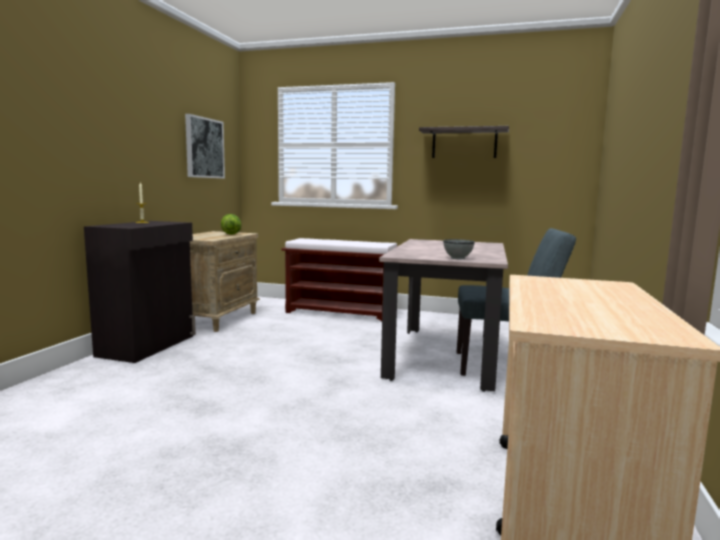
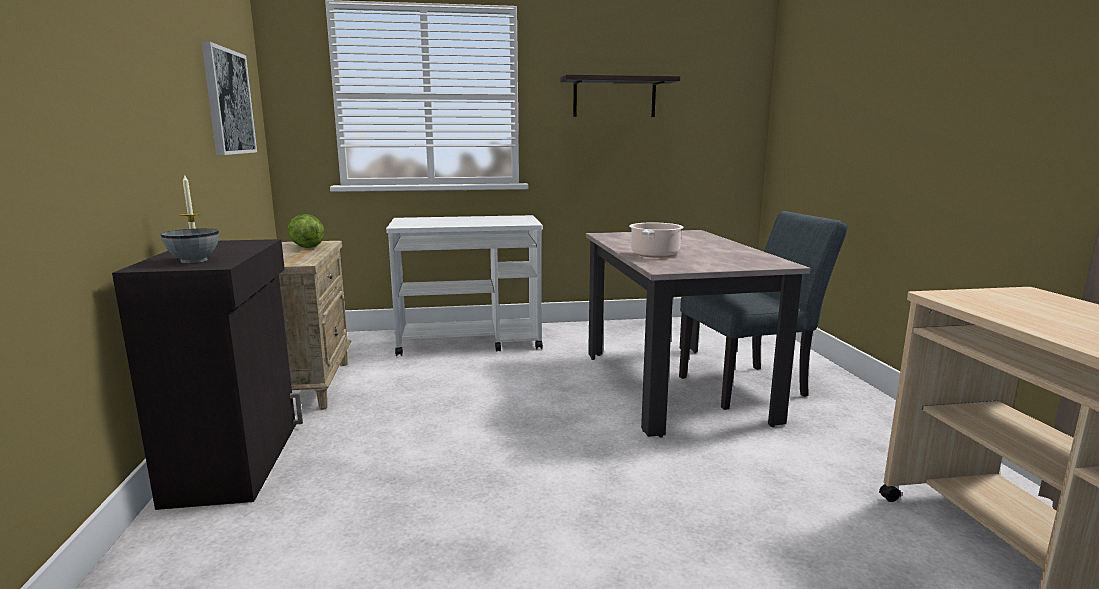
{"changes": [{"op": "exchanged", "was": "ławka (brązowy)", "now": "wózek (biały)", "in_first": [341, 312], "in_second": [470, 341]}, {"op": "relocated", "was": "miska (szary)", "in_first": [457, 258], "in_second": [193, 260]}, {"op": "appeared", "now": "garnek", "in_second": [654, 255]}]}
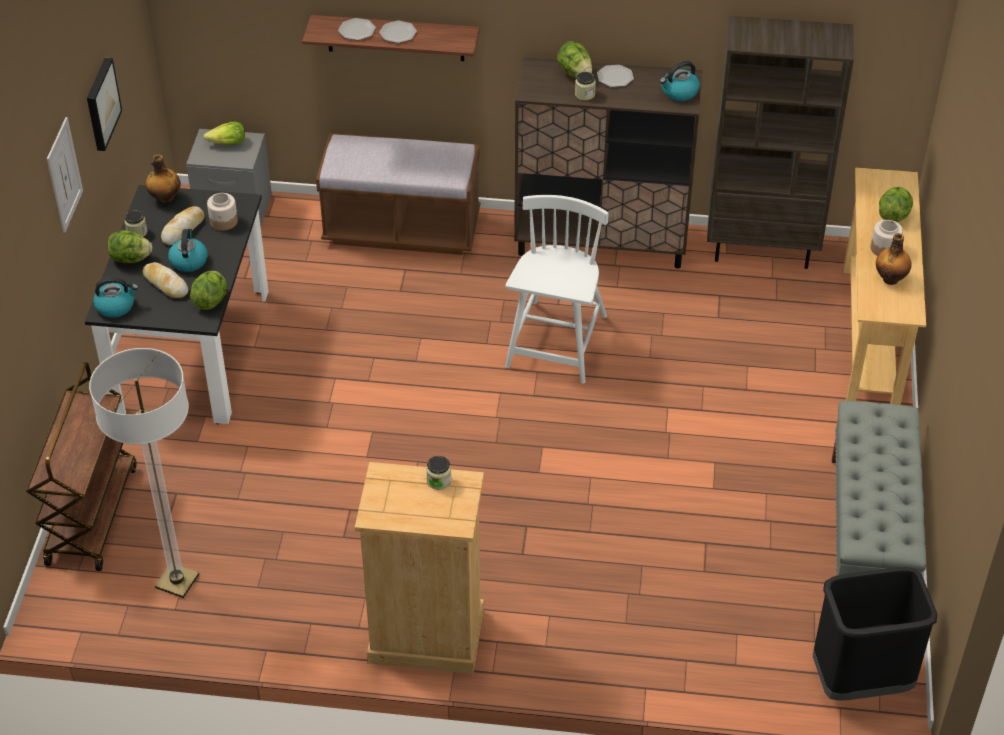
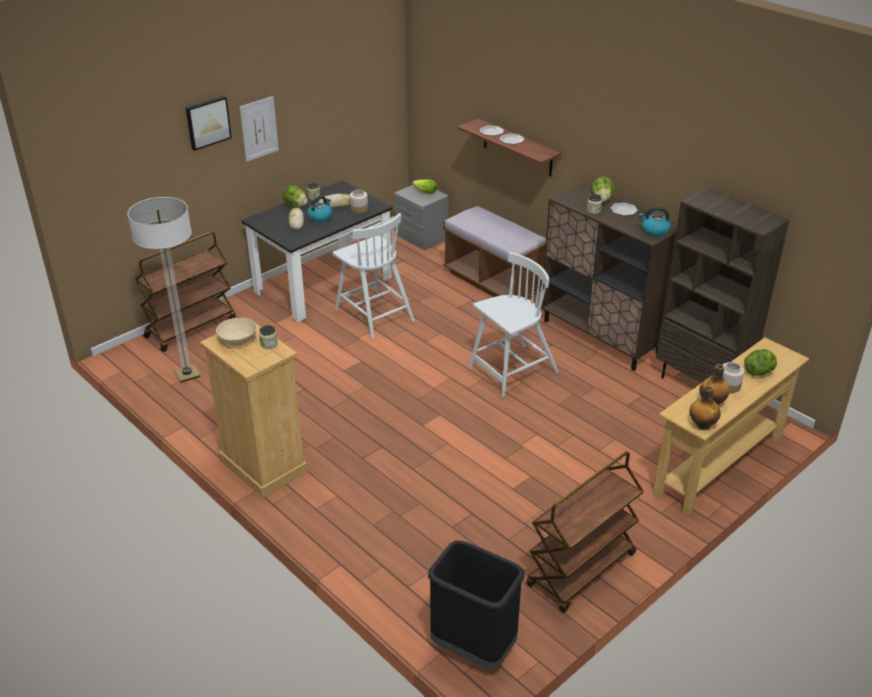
{"changes": [{"op": "relocated", "was": "obraz", "in_first": [101, 104], "in_second": [207, 122]}, {"op": "missing", "was": "czajnik", "in_first": [116, 306]}, {"op": "relocated", "was": "butelka", "in_first": [165, 198], "in_second": [702, 425]}, {"op": "missing", "was": "sałata", "in_first": [211, 300]}, {"op": "exchanged", "was": "ławka (szary)", "now": "wózek (brązowy)", "in_first": [868, 536], "in_second": [581, 571]}, {"op": "appeared", "now": "miska (beżowy)", "in_second": [238, 340]}, {"op": "appeared", "now": "krzesło (biały)", "in_second": [373, 314]}]}
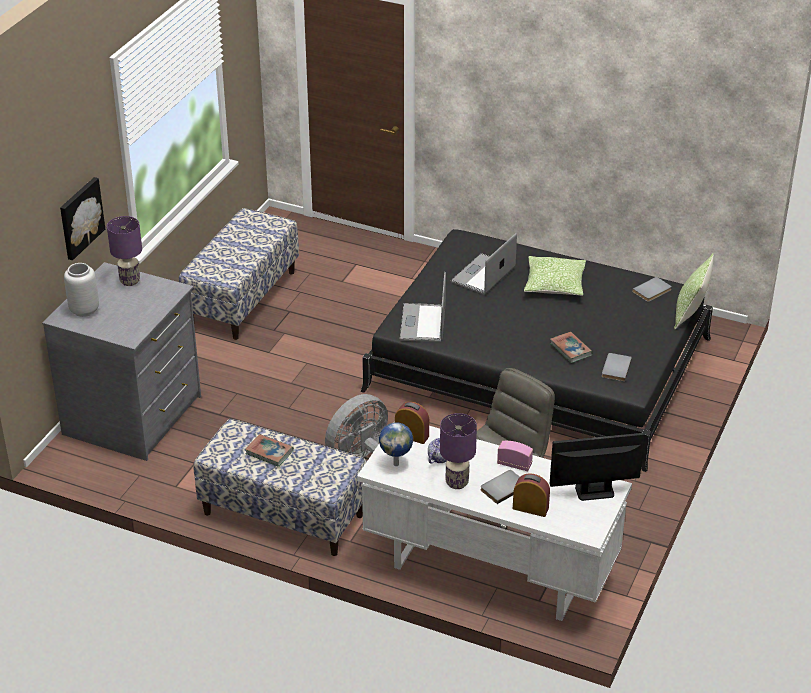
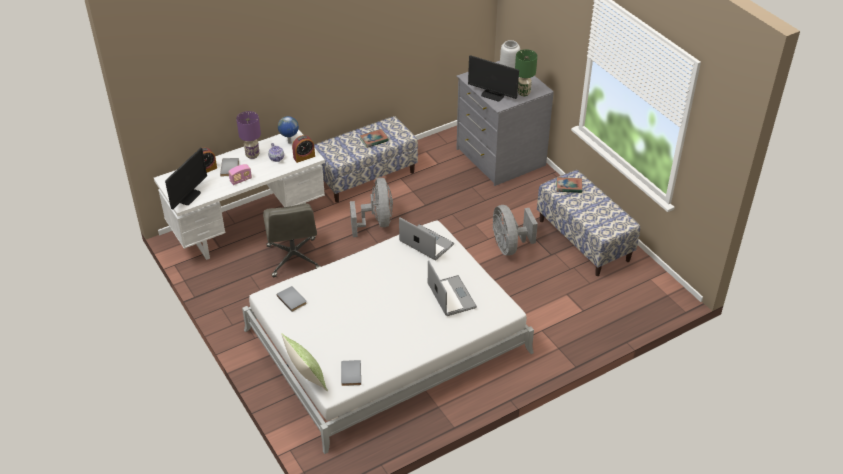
{"changes": [{"op": "missing", "was": "obraz", "in_first": [80, 217]}, {"op": "colour", "was": "lampa stołowa (fioletowy)", "now": "lampa stołowa (zielony)", "in_first": [130, 281], "in_second": [523, 93]}, {"op": "colour", "was": "łóżko (czarny)", "now": "łóżko (biały)", "in_first": [538, 364], "in_second": [387, 341]}, {"op": "missing", "was": "poduszka", "in_first": [554, 284]}, {"op": "relocated", "was": "książka", "in_first": [571, 349], "in_second": [569, 186]}, {"op": "appeared", "now": "monitor", "in_second": [492, 95]}, {"op": "appeared", "now": "wentylator (szary)", "in_second": [509, 246]}]}
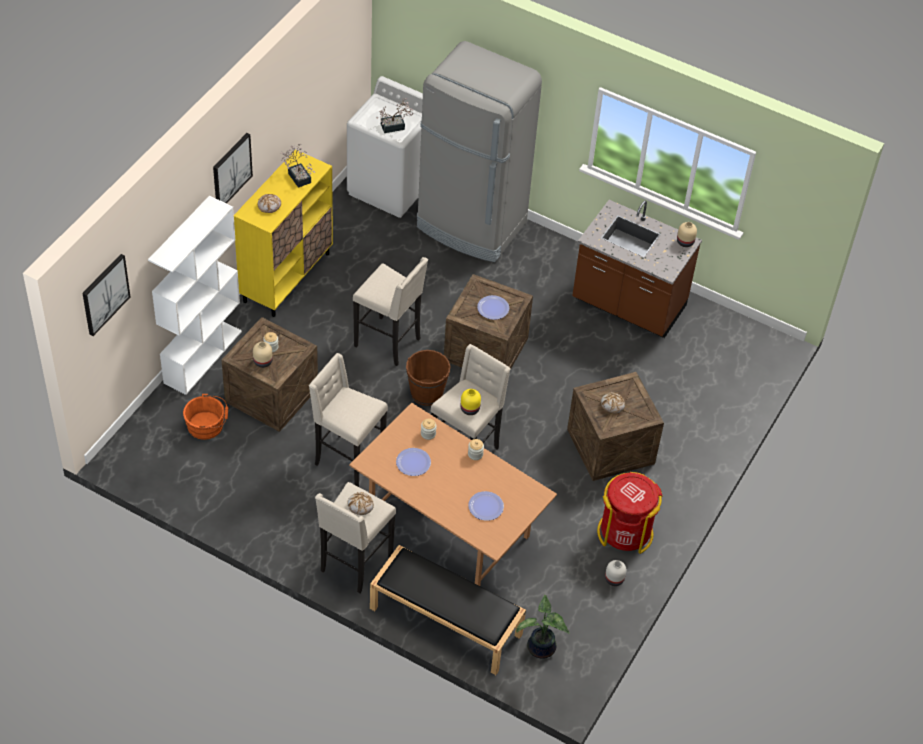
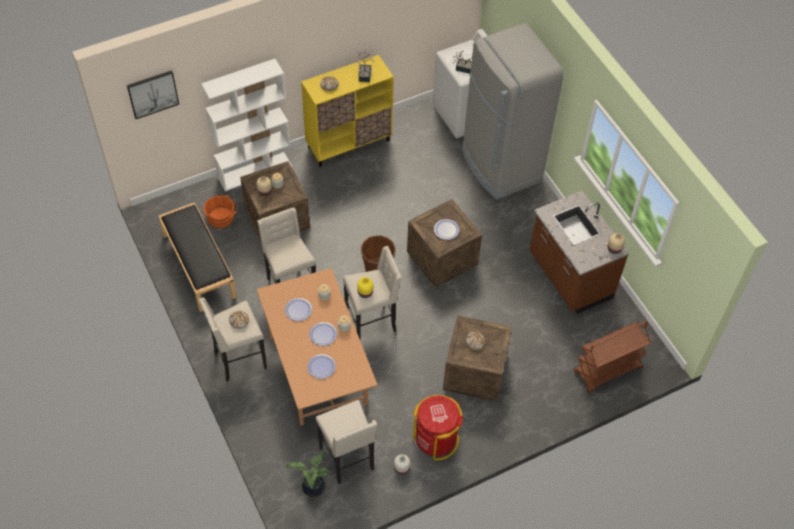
{"changes": [{"op": "missing", "was": "obraz", "in_first": [231, 170]}, {"op": "relocated", "was": "stołek (beżowy)", "in_first": [389, 342], "in_second": [348, 459]}, {"op": "relocated", "was": "ławka (czarny)", "in_first": [444, 621], "in_second": [198, 265]}, {"op": "appeared", "now": "talerz", "in_second": [323, 334]}, {"op": "appeared", "now": "wózek (brązowy)", "in_second": [607, 371]}]}
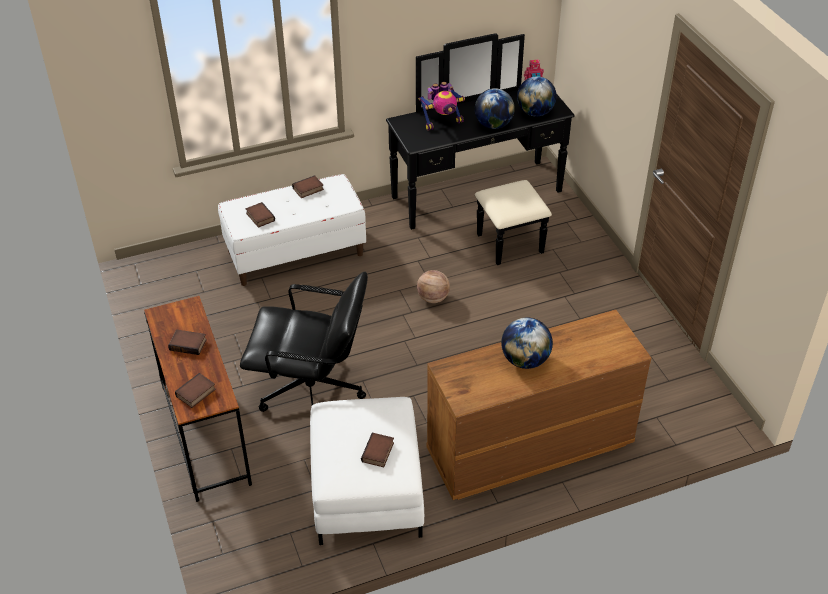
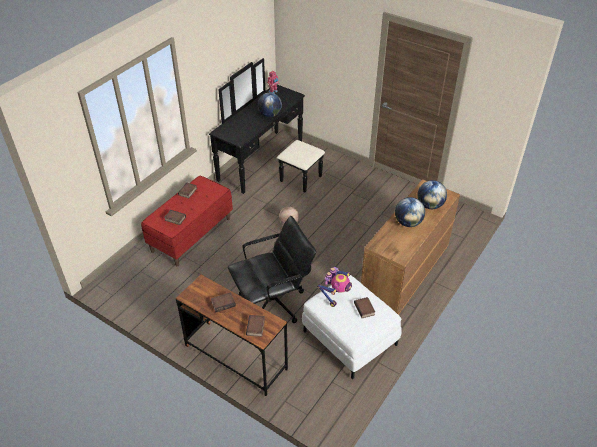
{"changes": [{"op": "colour", "was": "ławka (biały)", "now": "ławka (czerwony)", "in_first": [295, 253], "in_second": [191, 234]}, {"op": "relocated", "was": "robot zabawkowy", "in_first": [442, 122], "in_second": [336, 295]}, {"op": "relocated", "was": "globus", "in_first": [535, 113], "in_second": [430, 205]}]}
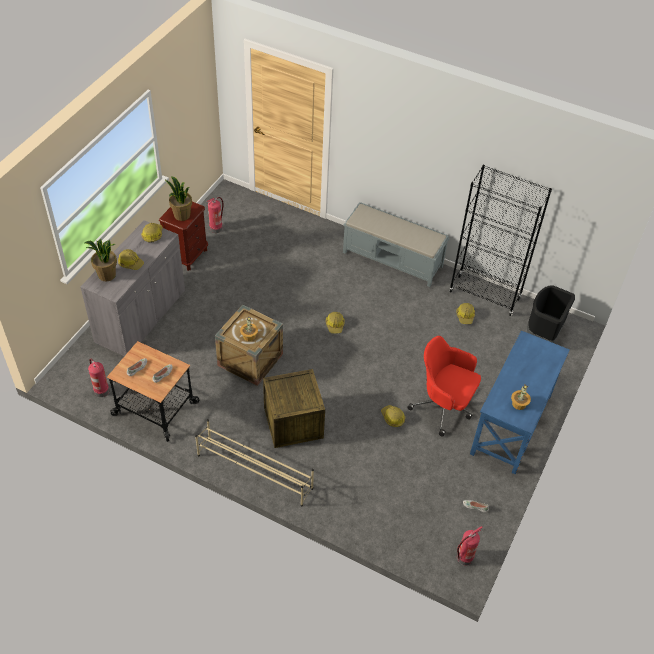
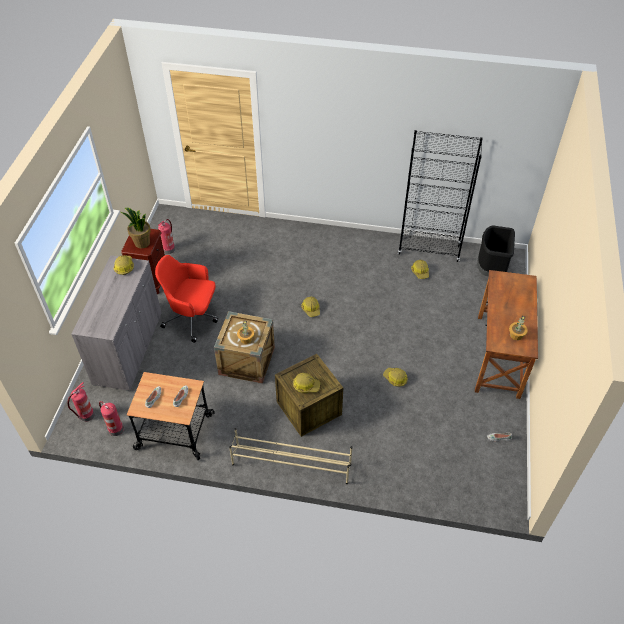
{"changes": [{"op": "missing", "was": "roślina doniczkowa", "in_first": [107, 275]}, {"op": "relocated", "was": "kask", "in_first": [130, 263], "in_second": [306, 385]}, {"op": "missing", "was": "ławka (szary)", "in_first": [393, 259]}, {"op": "relocated", "was": "krzesło biurowe (czerwony)", "in_first": [443, 406], "in_second": [192, 318]}, {"op": "relocated", "was": "gaśnica", "in_first": [464, 558], "in_second": [86, 416]}, {"op": "colour", "was": "biurko (niebieski)", "now": "biurko (brązowy)", "in_first": [511, 424], "in_second": [498, 356]}]}
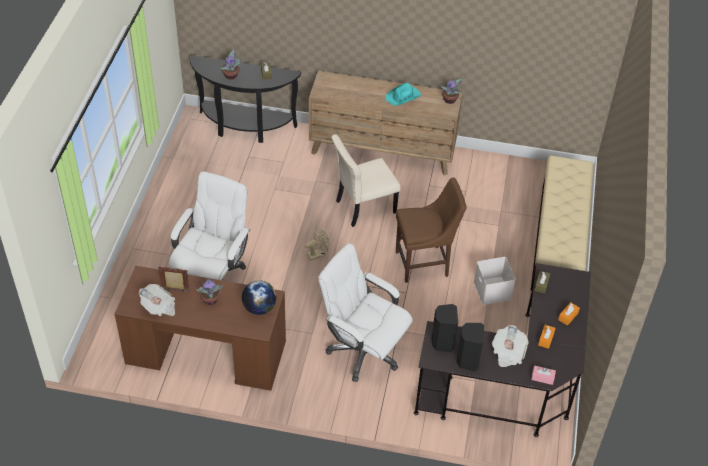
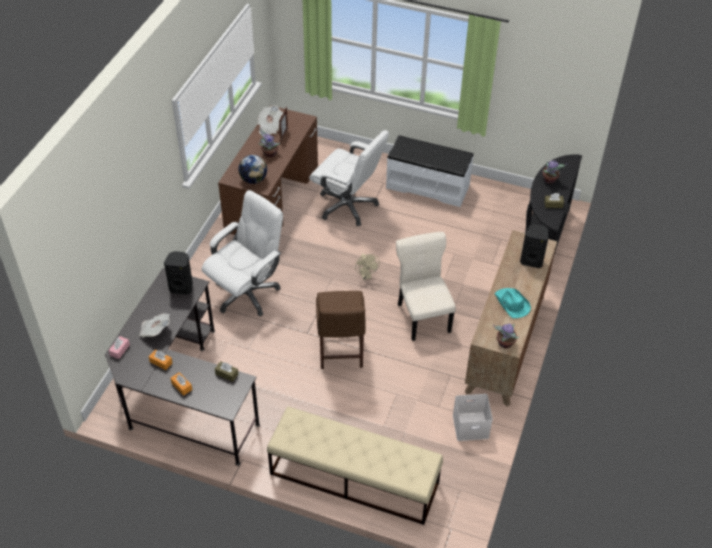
{"changes": [{"op": "relocated", "was": "głośnik (czarny)", "in_first": [467, 360], "in_second": [532, 260]}, {"op": "relocated", "was": "pojemnik do przechowywania (biały)", "in_first": [493, 290], "in_second": [470, 427]}, {"op": "appeared", "now": "ławka (biały)", "in_second": [428, 186]}]}
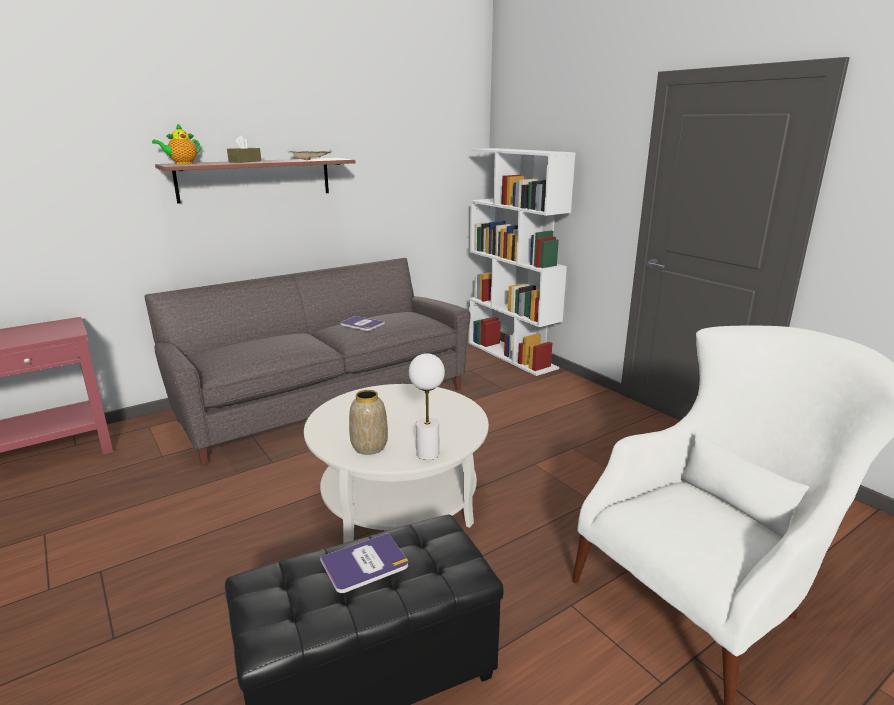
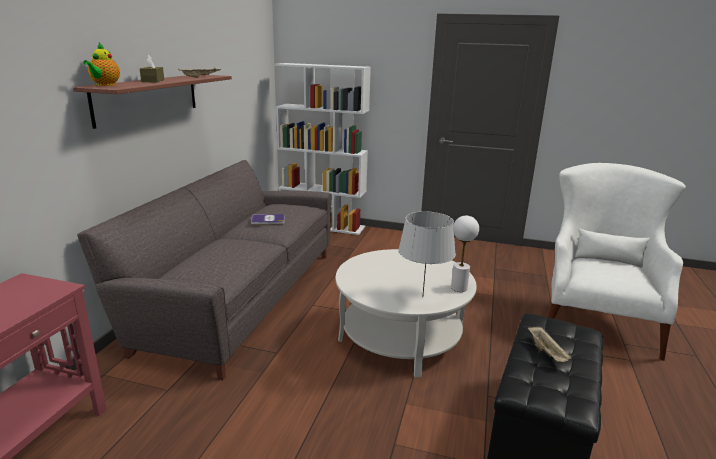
{"changes": [{"op": "exchanged", "was": "książka", "now": "taca (beżowy)", "in_first": [365, 564], "in_second": [547, 352]}, {"op": "exchanged", "was": "wazon", "now": "lampa stołowa (szary)", "in_first": [369, 447], "in_second": [422, 297]}]}
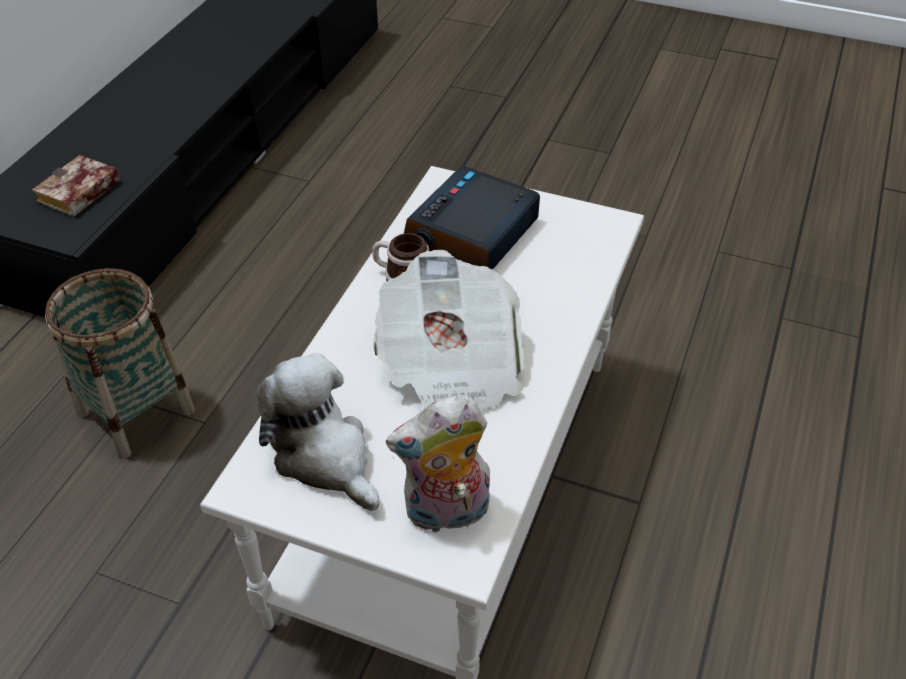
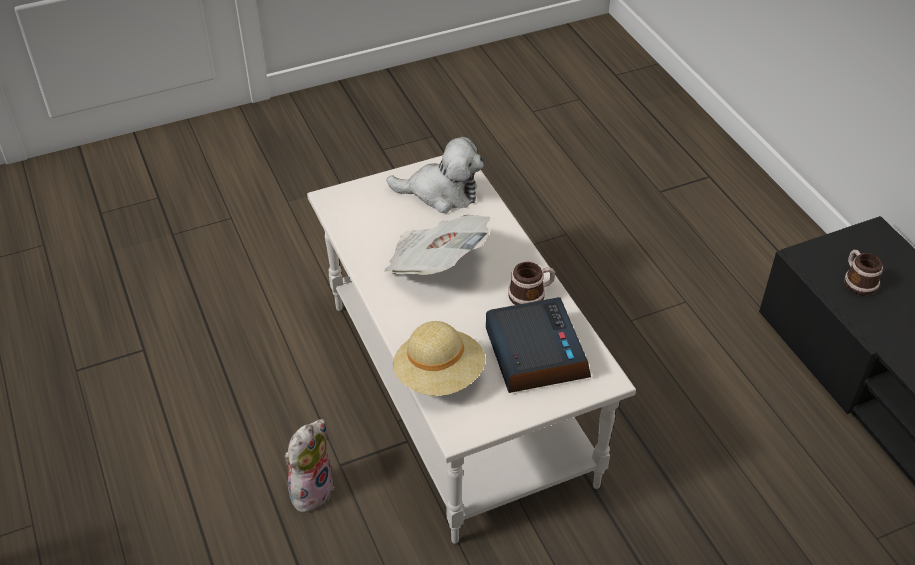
{"changes": [{"op": "exchanged", "was": "książka", "now": "kubek", "in_first": [79, 194], "in_second": [857, 281]}, {"op": "missing", "was": "koszyk", "in_first": [136, 412]}, {"op": "relocated", "was": "pluszak", "in_first": [446, 514], "in_second": [310, 489]}, {"op": "appeared", "now": "kapelusz (beżowy)", "in_second": [439, 376]}]}
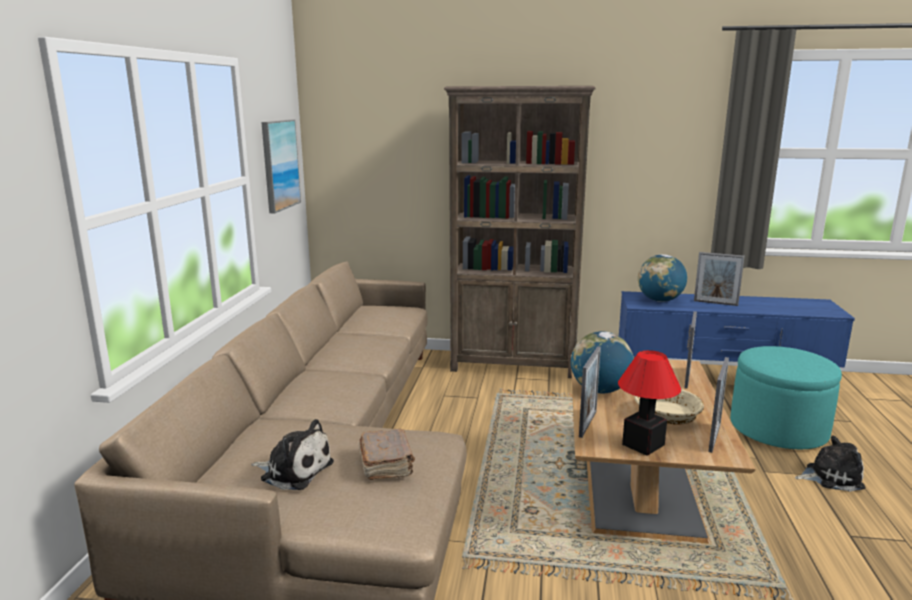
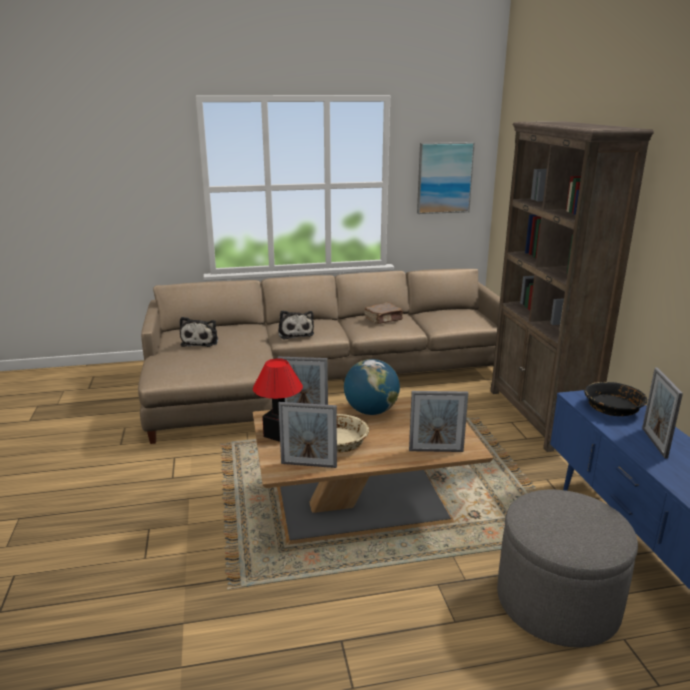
{"changes": [{"op": "relocated", "was": "książka (brązowy)", "in_first": [386, 464], "in_second": [384, 319]}, {"op": "exchanged", "was": "globus", "now": "miska (czarny)", "in_first": [660, 300], "in_second": [612, 408]}, {"op": "colour", "was": "pufa (turkusowy)", "now": "pufa (szary)", "in_first": [778, 429], "in_second": [557, 602]}, {"op": "relocated", "was": "pluszak", "in_first": [830, 477], "in_second": [295, 333]}]}
